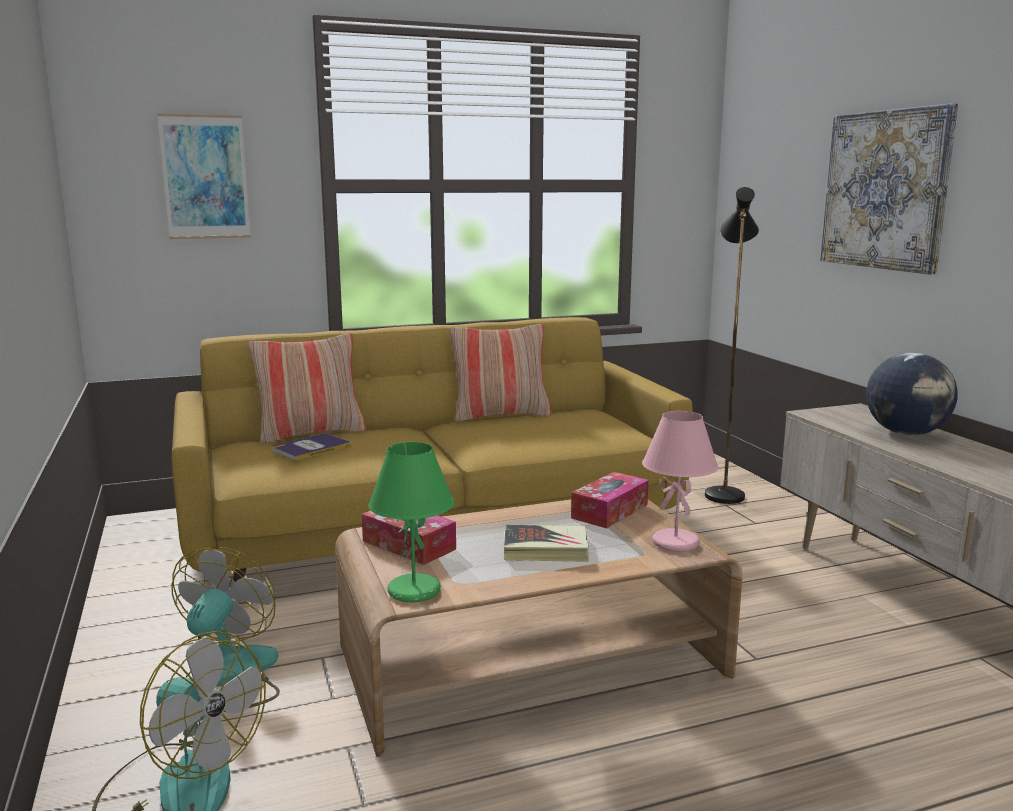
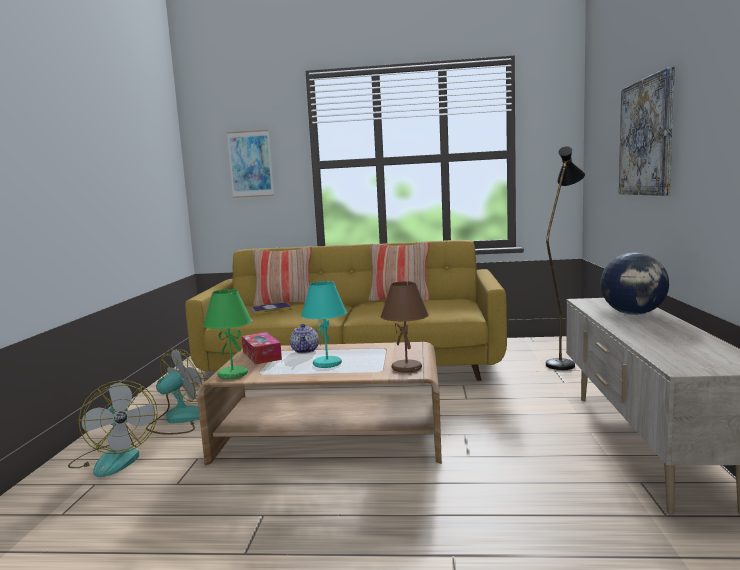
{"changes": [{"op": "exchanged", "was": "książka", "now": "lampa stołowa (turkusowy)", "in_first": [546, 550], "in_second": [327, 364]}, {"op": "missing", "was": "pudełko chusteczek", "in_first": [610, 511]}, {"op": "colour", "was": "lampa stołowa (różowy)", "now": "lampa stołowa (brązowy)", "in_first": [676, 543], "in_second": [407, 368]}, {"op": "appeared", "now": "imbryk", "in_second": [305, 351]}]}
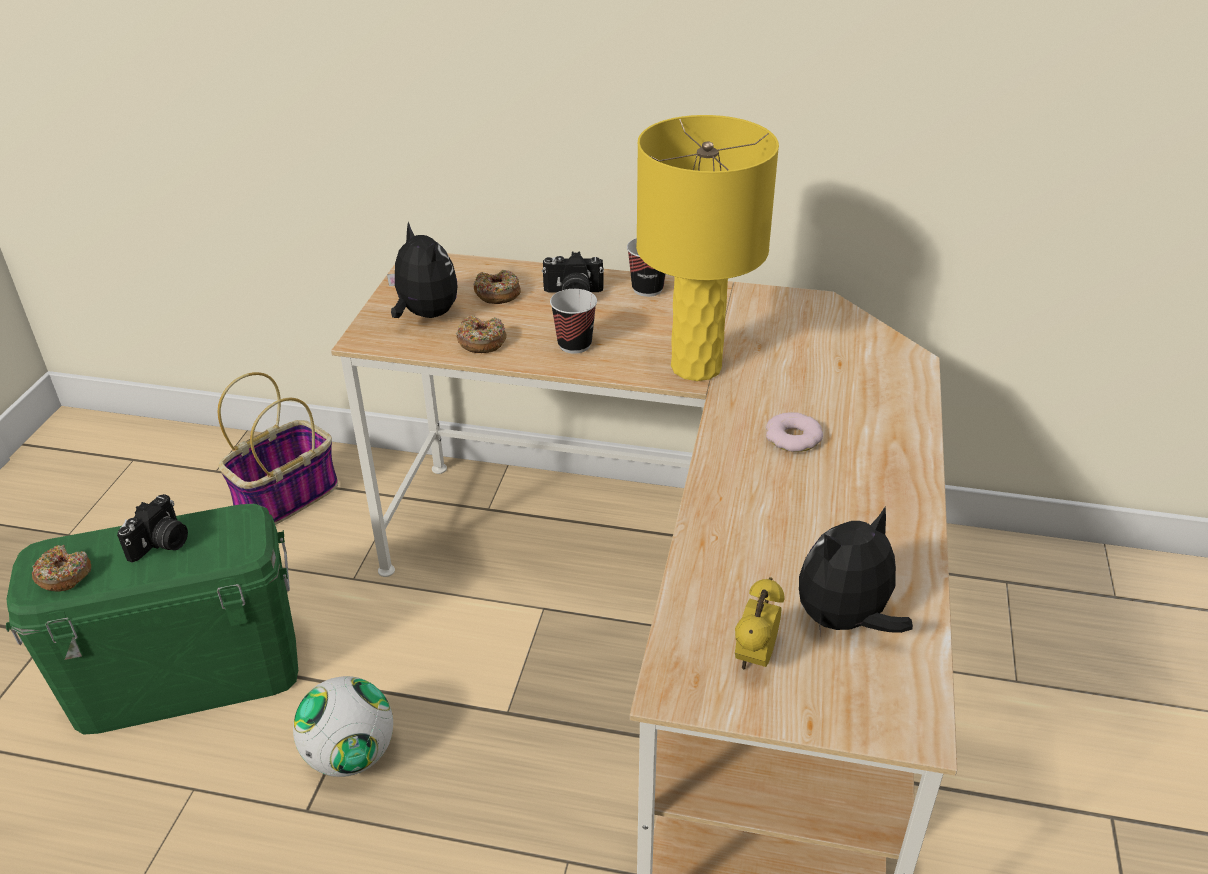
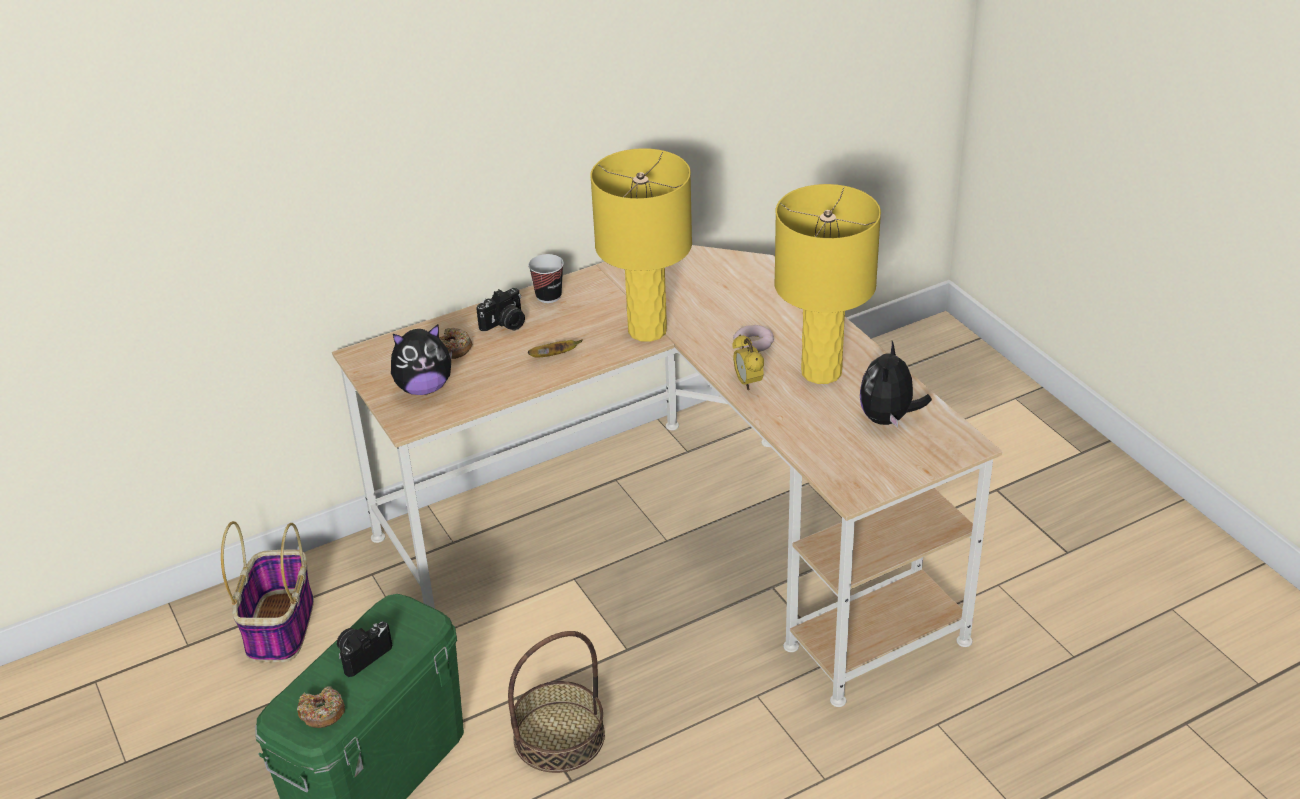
{"changes": [{"op": "spun", "was": "aparat fotograficzny", "in_first": [161, 544], "in_second": [362, 655], "clockwise": -120}, {"op": "exchanged", "was": "piłka futbolowa", "now": "koszyk", "in_first": [351, 755], "in_second": [559, 736]}, {"op": "spun", "was": "pluszak", "in_first": [425, 315], "in_second": [424, 388], "clockwise": 150}, {"op": "missing", "was": "donut", "in_first": [481, 342]}, {"op": "exchanged", "was": "filiżanka", "now": "banan", "in_first": [574, 344], "in_second": [554, 355]}, {"op": "relocated", "was": "budzik", "in_first": [754, 658], "in_second": [748, 383]}, {"op": "appeared", "now": "lampa stołowa (żółty)", "in_second": [821, 372]}]}
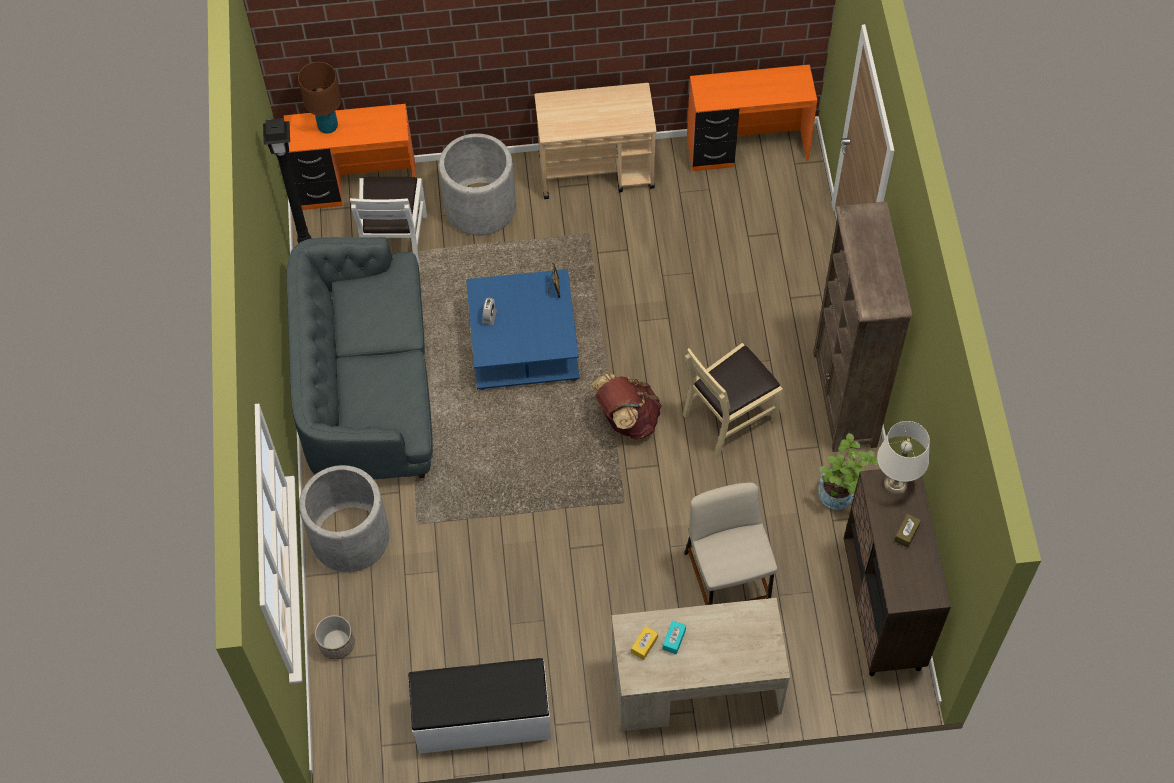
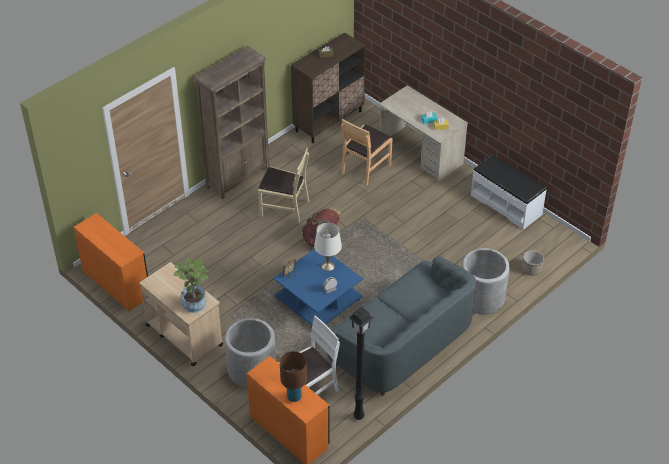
{"changes": [{"op": "exchanged", "was": "stołek (beżowy)", "now": "krzesło (brązowy)", "in_first": [727, 581], "in_second": [365, 168]}, {"op": "relocated", "was": "roślina doniczkowa", "in_first": [841, 497], "in_second": [195, 301]}, {"op": "relocated", "was": "lampa stołowa (biały)", "in_first": [895, 483], "in_second": [327, 266]}]}
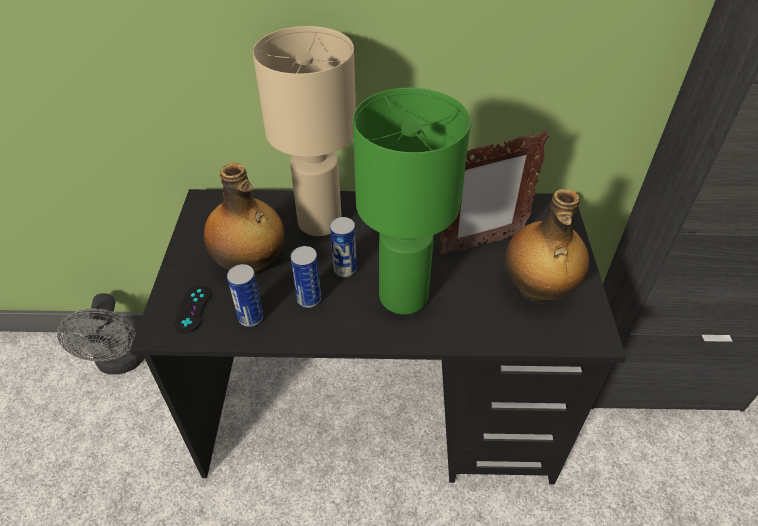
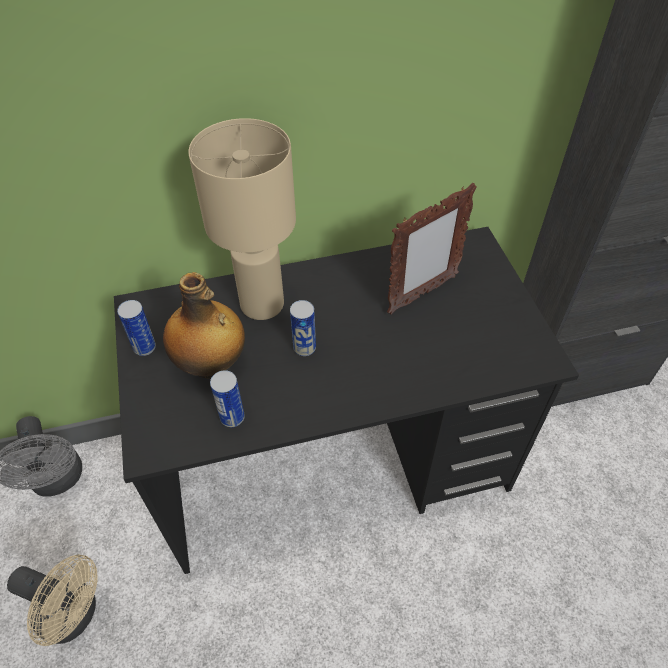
{"changes": [{"op": "missing", "was": "pad do gier (czarny)", "in_first": [192, 309]}, {"op": "relocated", "was": "puszka", "in_first": [309, 299], "in_second": [144, 347]}, {"op": "missing", "was": "lampa stołowa (zielony)", "in_first": [403, 298]}, {"op": "missing", "was": "butelka", "in_first": [536, 291]}, {"op": "appeared", "now": "wentylator (beżowy)", "in_second": [75, 615]}]}
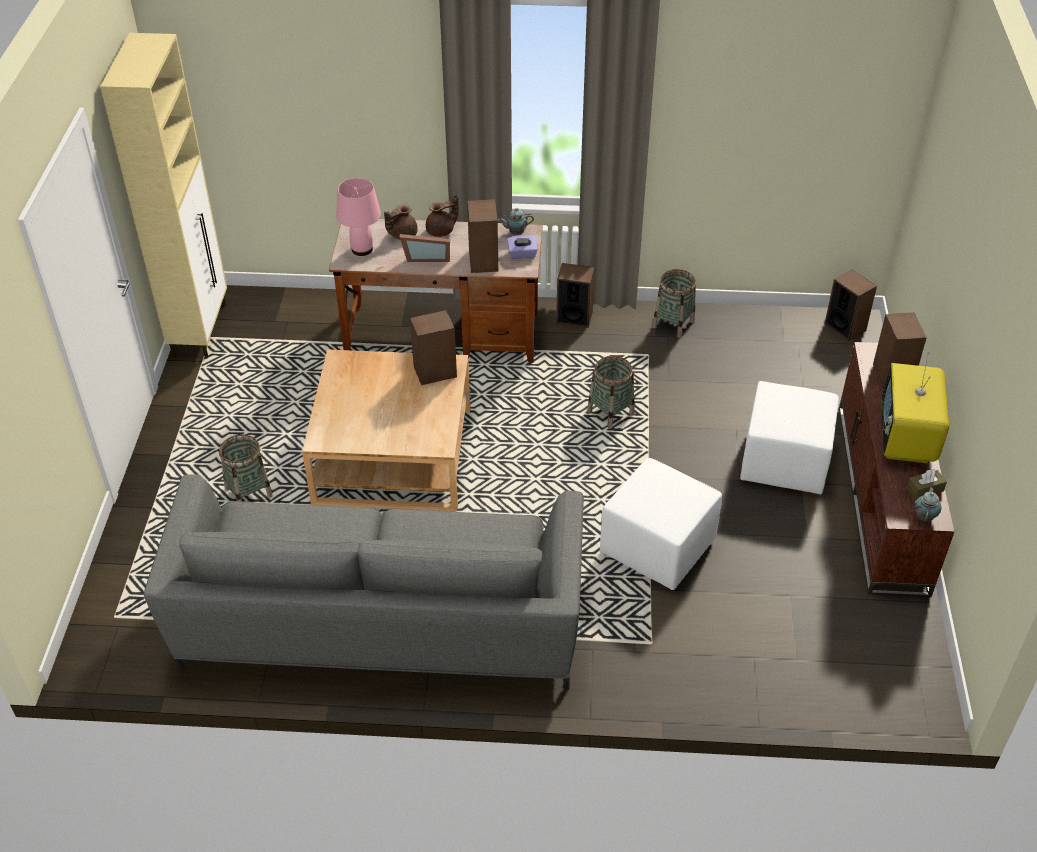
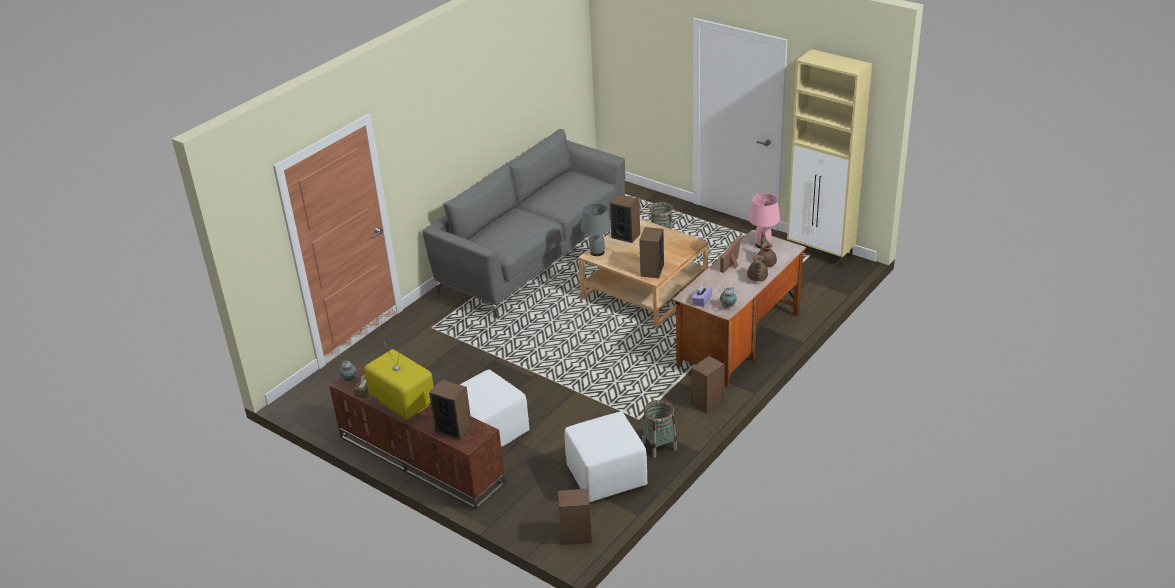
{"changes": [{"op": "relocated", "was": "głośnik", "in_first": [483, 261], "in_second": [625, 236]}, {"op": "missing", "was": "koszyk", "in_first": [610, 413]}, {"op": "relocated", "was": "pufa (biały)", "in_first": [659, 547], "in_second": [606, 477]}, {"op": "appeared", "now": "lampa stołowa (szary)", "in_second": [597, 252]}]}
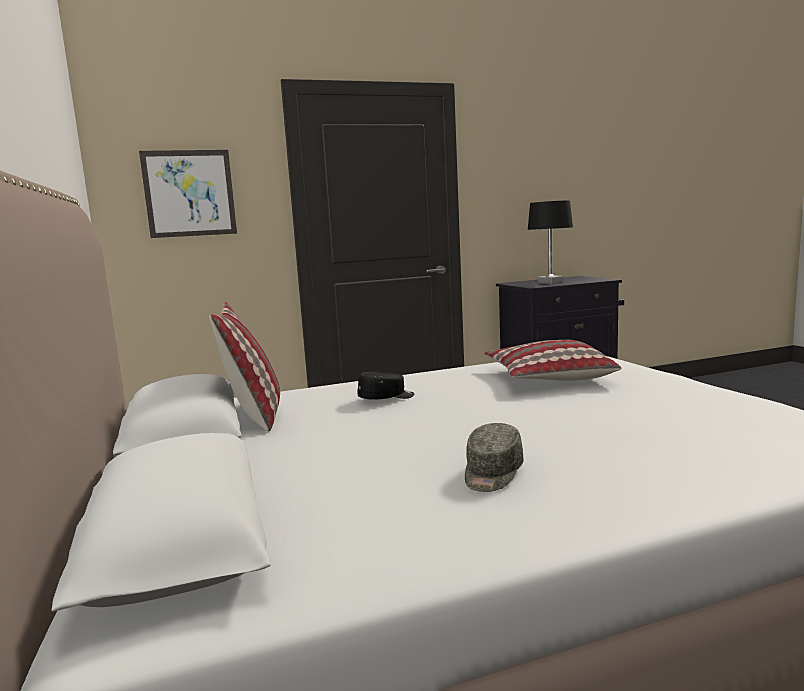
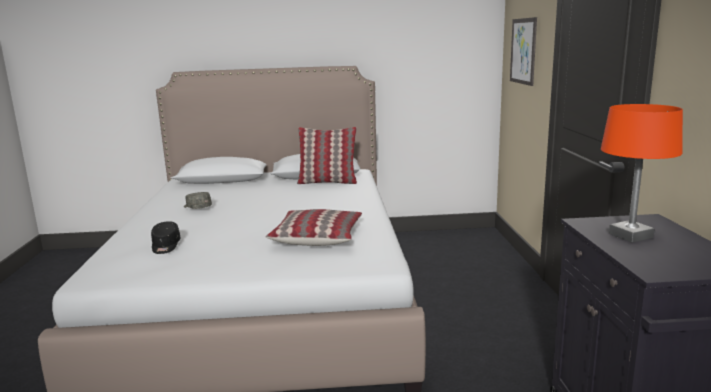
{"changes": [{"op": "relocated", "was": "czapka z daszkiem (czarny)", "in_first": [386, 398], "in_second": [165, 246]}, {"op": "colour", "was": "lampa stołowa (czarny)", "now": "lampa stołowa (pomarańczowy)", "in_first": [550, 282], "in_second": [631, 235]}]}
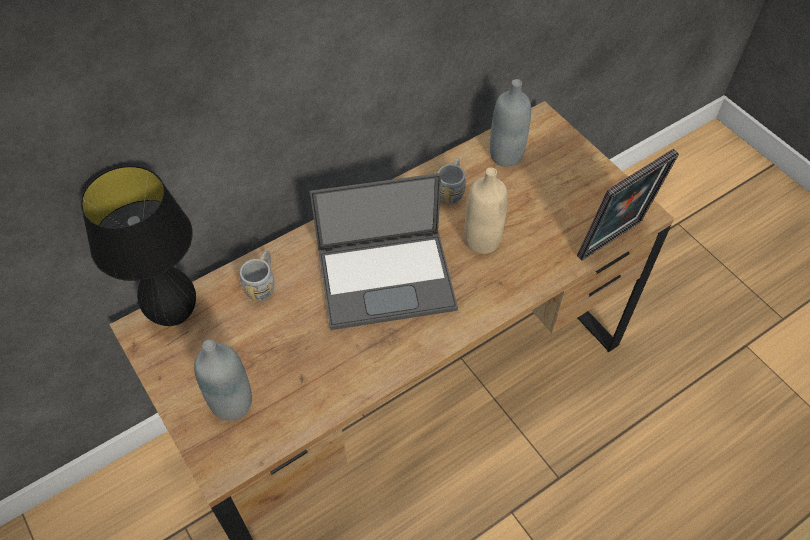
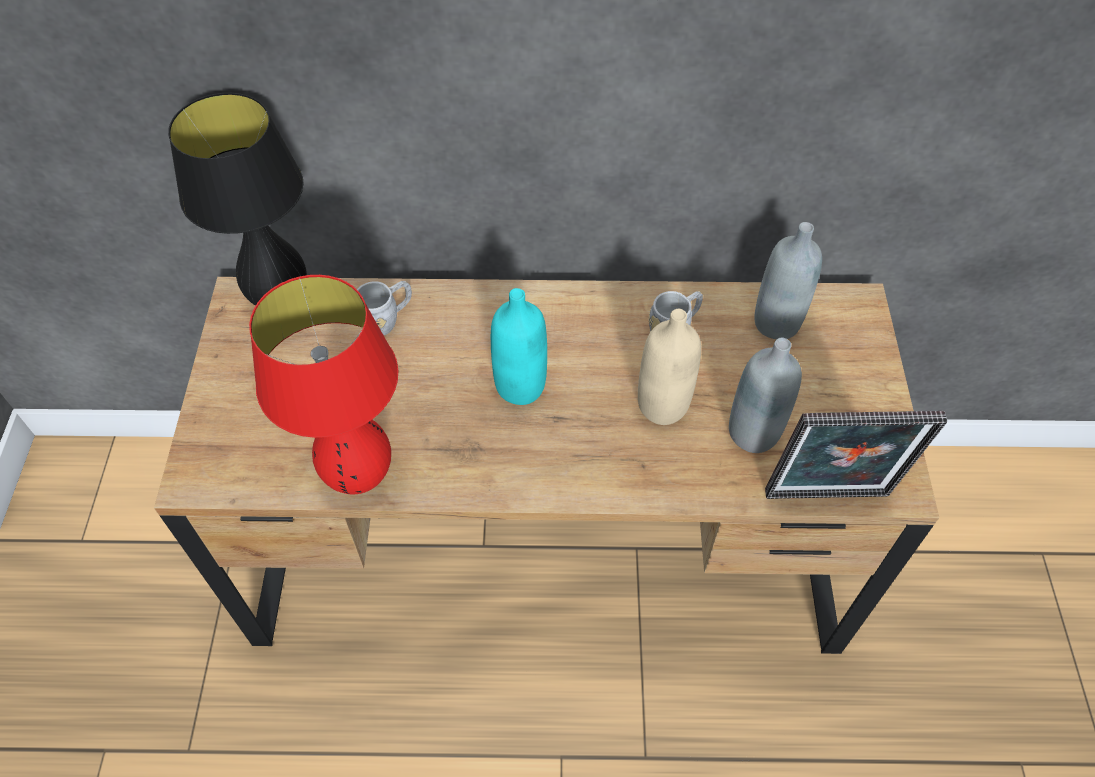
{"changes": [{"op": "relocated", "was": "butelka (szary)", "in_first": [232, 403], "in_second": [753, 433]}, {"op": "exchanged", "was": "laptop", "now": "butelka (turkusowy)", "in_first": [387, 278], "in_second": [520, 386]}, {"op": "appeared", "now": "lampa stołowa (czerwony)", "in_second": [359, 478]}]}
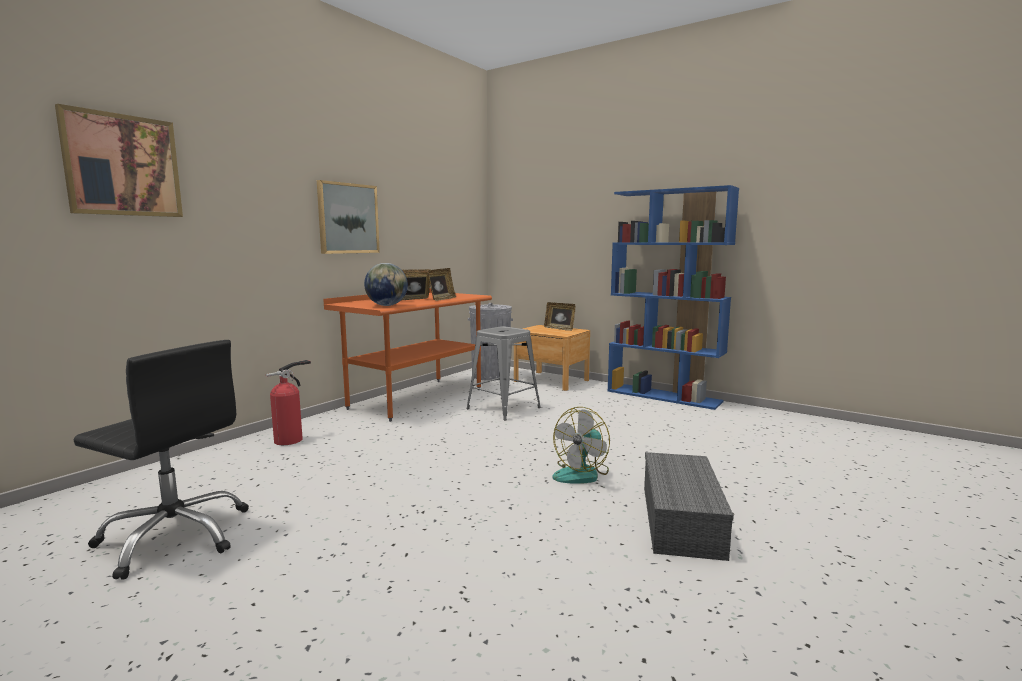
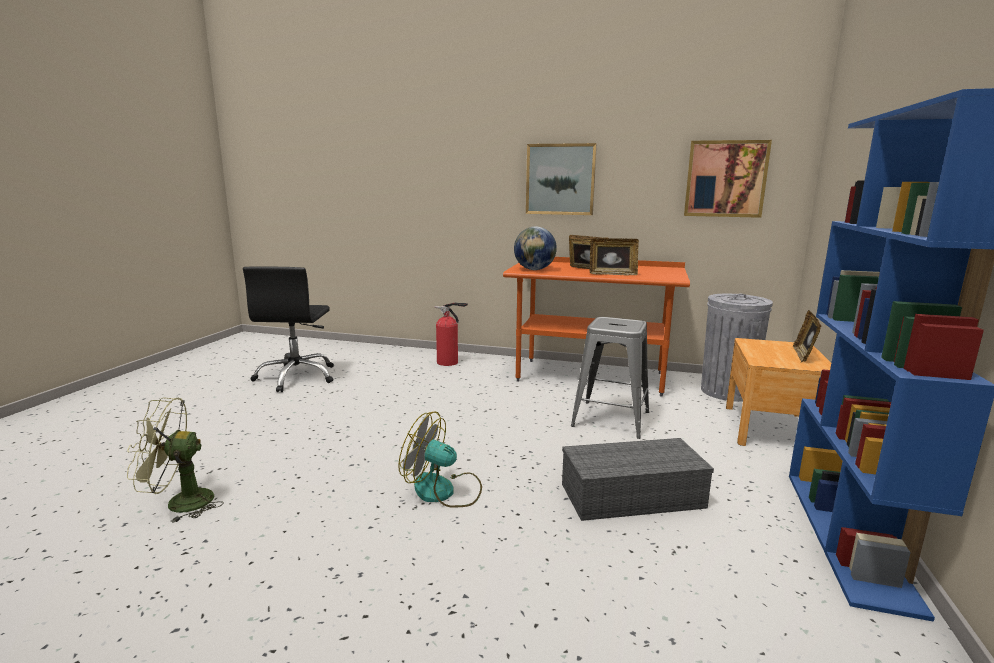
{"changes": [{"op": "relocated", "was": "obraz", "in_first": [122, 165], "in_second": [725, 179]}, {"op": "relocated", "was": "pojemnik do przechowywania (szary)", "in_first": [683, 521], "in_second": [630, 497]}, {"op": "appeared", "now": "wentylator (zielony)", "in_second": [179, 503]}]}
